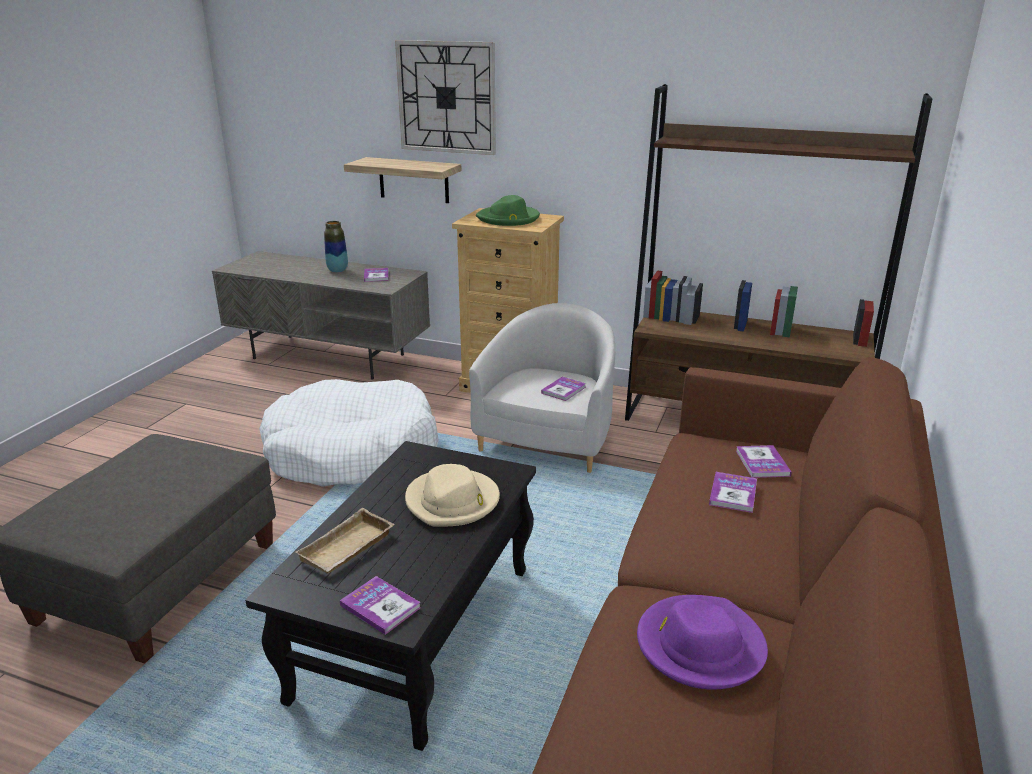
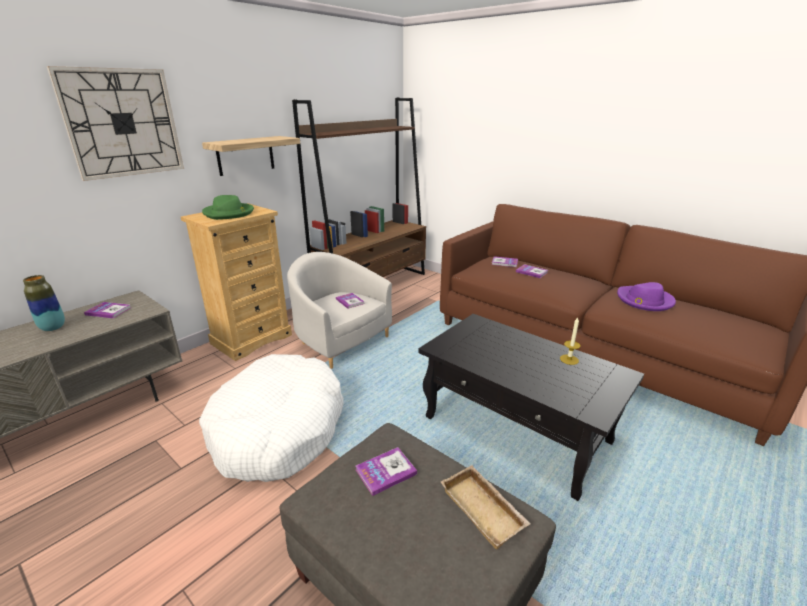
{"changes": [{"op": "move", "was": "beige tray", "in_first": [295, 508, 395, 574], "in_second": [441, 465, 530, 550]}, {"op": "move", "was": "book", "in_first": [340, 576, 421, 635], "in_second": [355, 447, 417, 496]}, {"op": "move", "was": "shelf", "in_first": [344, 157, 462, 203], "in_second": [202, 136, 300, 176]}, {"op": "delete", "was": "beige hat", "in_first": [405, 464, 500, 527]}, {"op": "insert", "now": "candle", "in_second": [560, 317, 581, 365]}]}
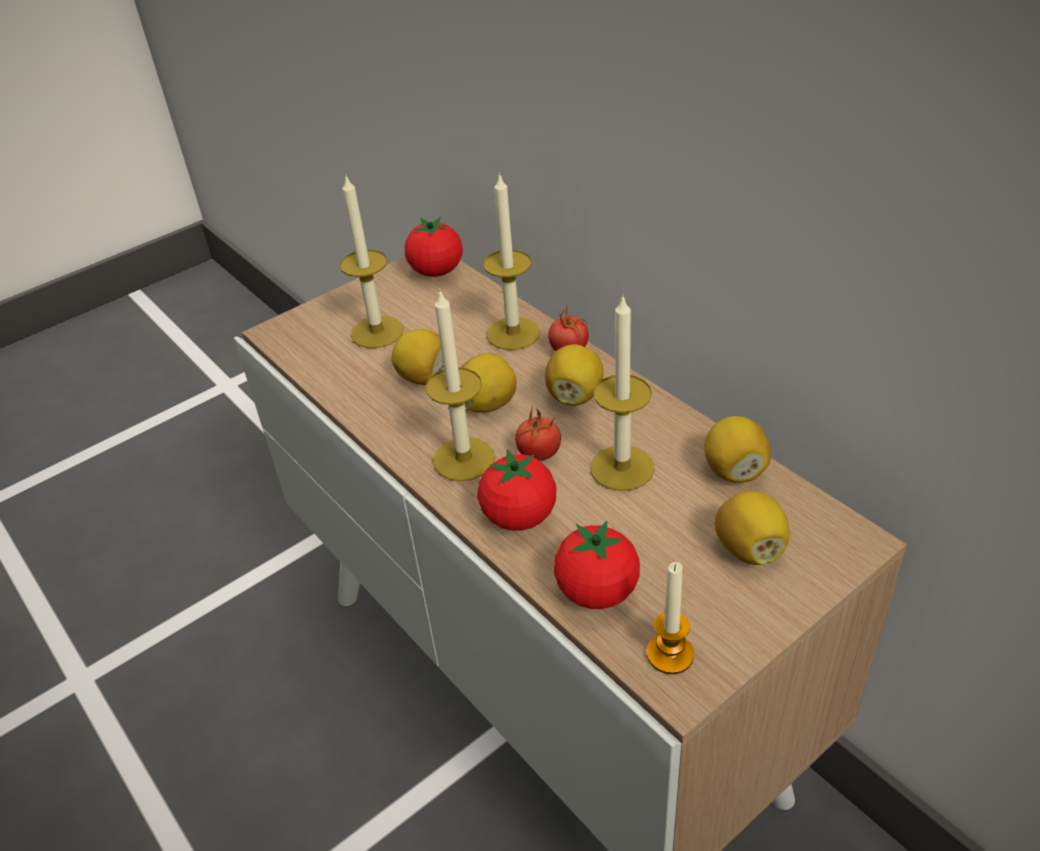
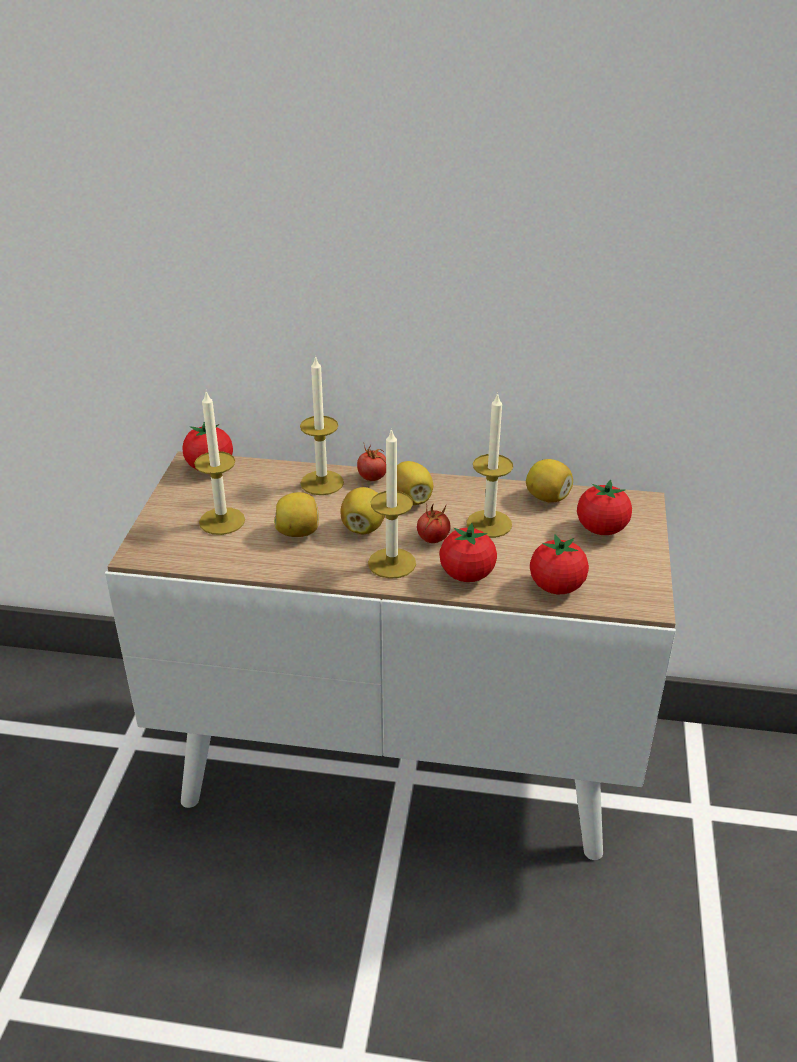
{"changes": [{"op": "delete", "was": "candle", "in_first": [647, 562, 694, 674]}, {"op": "replace", "was": "lemon", "now": "tomato", "in_first": [715, 491, 790, 565], "in_second": [577, 480, 632, 535]}]}
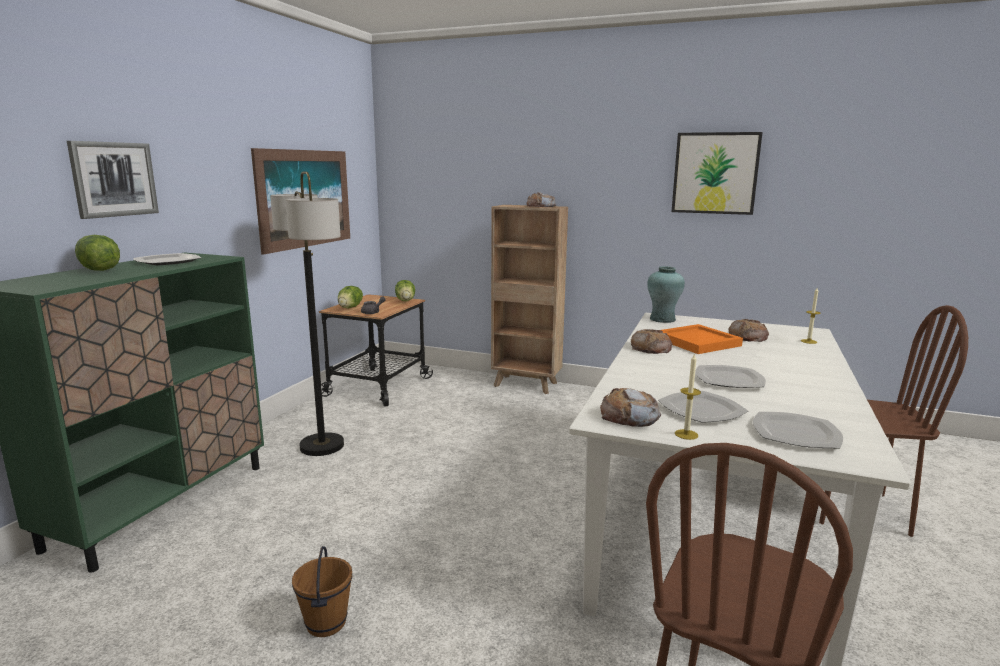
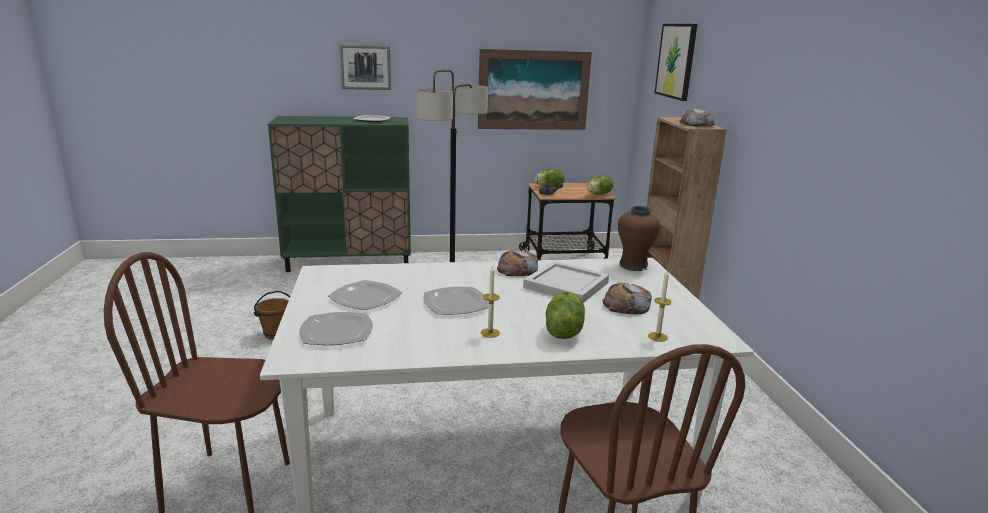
{"changes": [{"op": "move", "was": "lettuce", "in_first": [75, 235, 120, 271], "in_second": [546, 292, 585, 339]}, {"op": "delete", "was": "bread", "in_first": [600, 388, 661, 427]}, {"op": "recolor", "was": "turquoise vase", "now": "brown vase", "in_first": [647, 266, 685, 323], "in_second": [618, 206, 660, 271]}, {"op": "recolor", "was": "orange tray", "now": "white tray", "in_first": [662, 324, 743, 354], "in_second": [523, 261, 609, 303]}, {"op": "move", "was": "picture", "in_first": [671, 132, 763, 215], "in_second": [655, 24, 697, 101]}, {"op": "move", "was": "candle", "in_first": [675, 353, 701, 440], "in_second": [481, 265, 500, 338]}]}
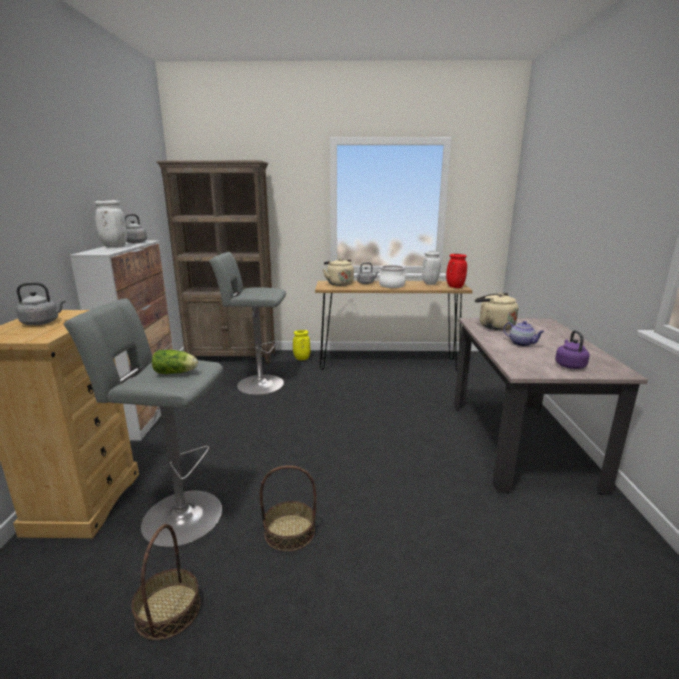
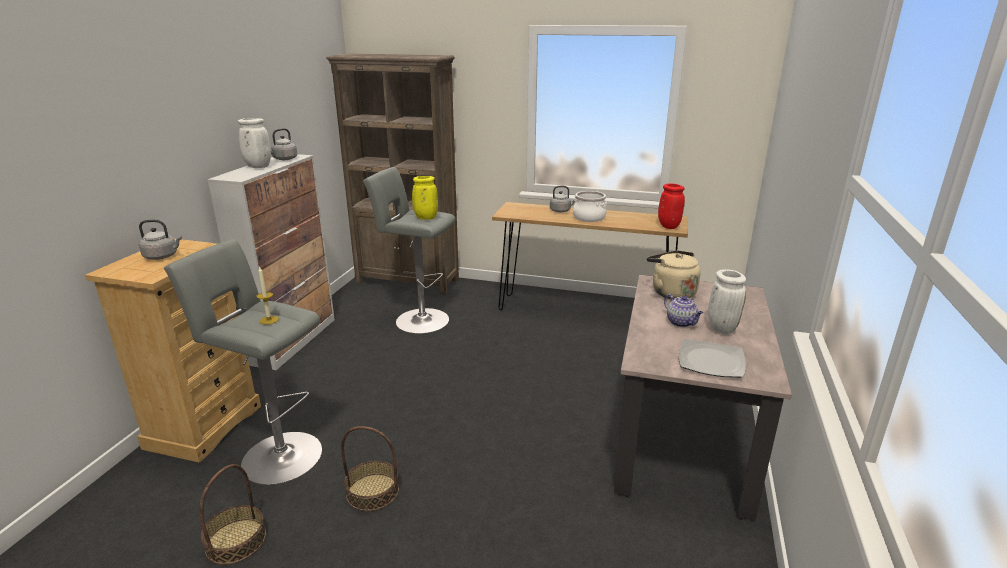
{"changes": [{"op": "replace", "was": "lettuce", "now": "candle", "in_first": [152, 350, 198, 374], "in_second": [257, 266, 279, 325]}, {"op": "move", "was": "yellow vase", "in_first": [293, 330, 311, 360], "in_second": [412, 176, 438, 220]}, {"op": "delete", "was": "beige kettle", "in_first": [323, 259, 354, 286]}, {"op": "move", "was": "white vase", "in_first": [422, 251, 441, 285], "in_second": [708, 269, 746, 334]}, {"op": "replace", "was": "purple kettle", "now": "plate", "in_first": [555, 330, 590, 369], "in_second": [679, 339, 746, 378]}]}
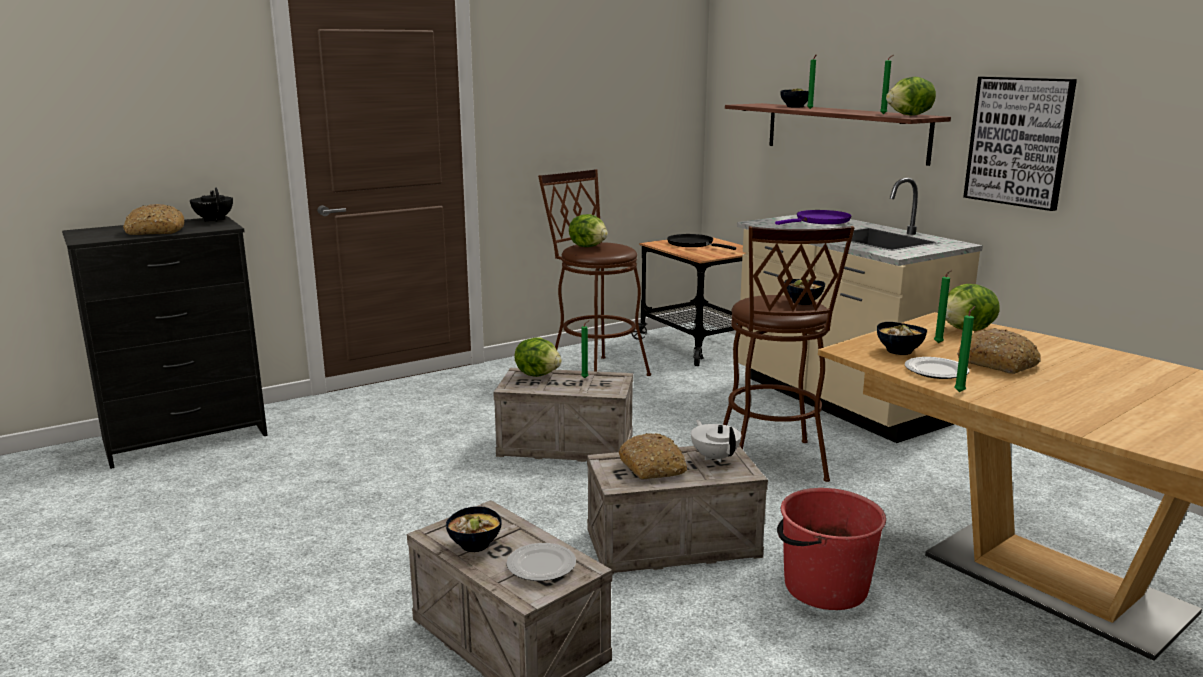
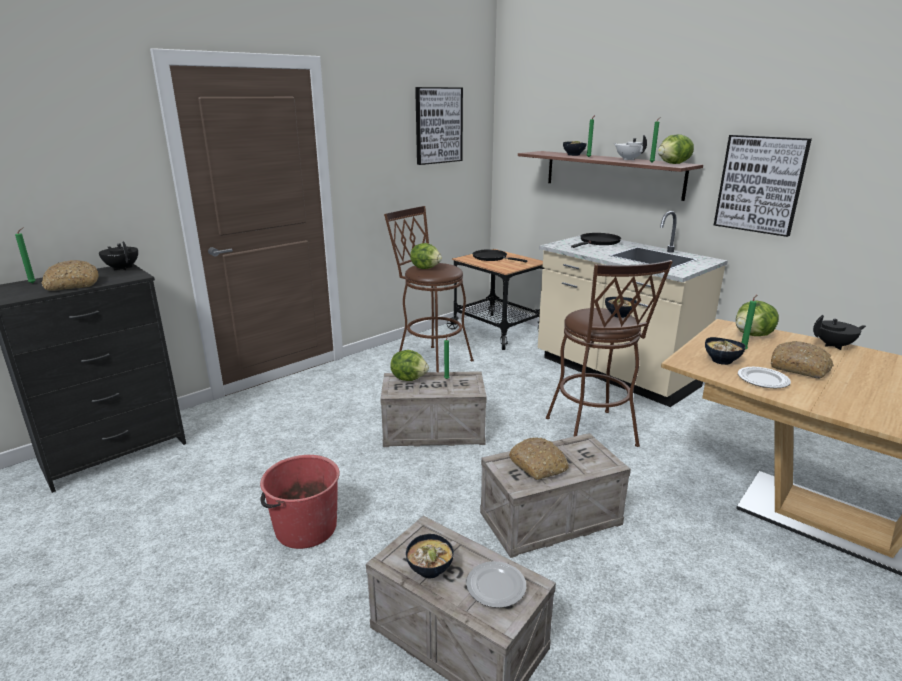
{"changes": [{"op": "move", "was": "white teapot", "in_first": [691, 420, 741, 463], "in_second": [614, 135, 647, 160]}, {"op": "recolor", "was": "purple frying pan", "now": "black frying pan", "in_first": [775, 210, 852, 225], "in_second": [571, 233, 621, 248]}, {"op": "move", "was": "red bucket", "in_first": [777, 488, 886, 610], "in_second": [260, 455, 340, 549]}, {"op": "move", "was": "green candle", "in_first": [954, 306, 975, 392], "in_second": [15, 227, 36, 284]}, {"op": "insert", "now": "picture", "in_second": [415, 87, 463, 165]}, {"op": "insert", "now": "black teapot", "in_second": [813, 315, 866, 350]}]}
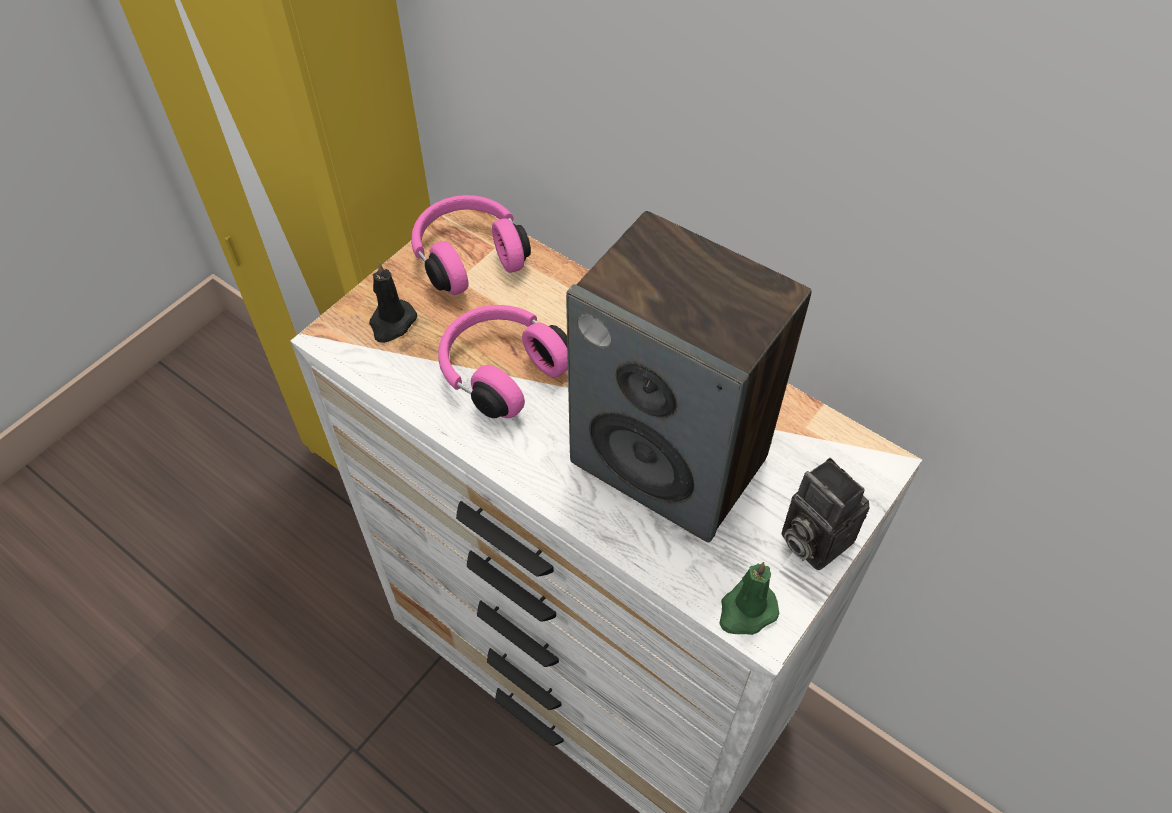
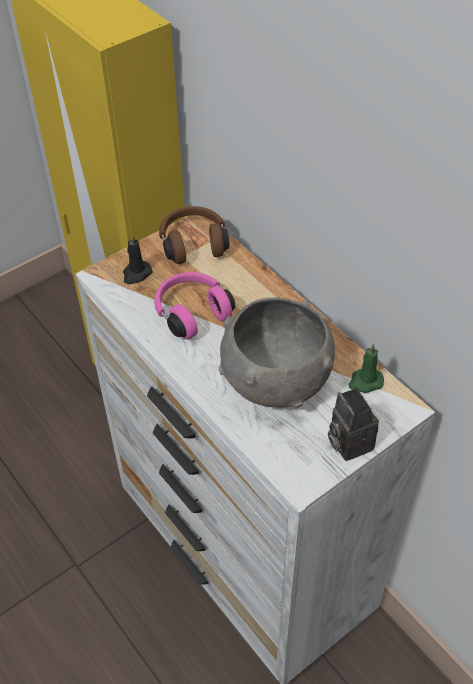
{"changes": [{"op": "recolor", "was": "pink headphones", "now": "brown headphones", "in_first": [411, 195, 531, 295], "in_second": [159, 206, 229, 264]}, {"op": "replace", "was": "speaker", "now": "grey bowl", "in_first": [566, 211, 812, 543], "in_second": [218, 298, 335, 408]}, {"op": "move", "was": "green candle", "in_first": [719, 562, 779, 635], "in_second": [348, 343, 384, 393]}]}
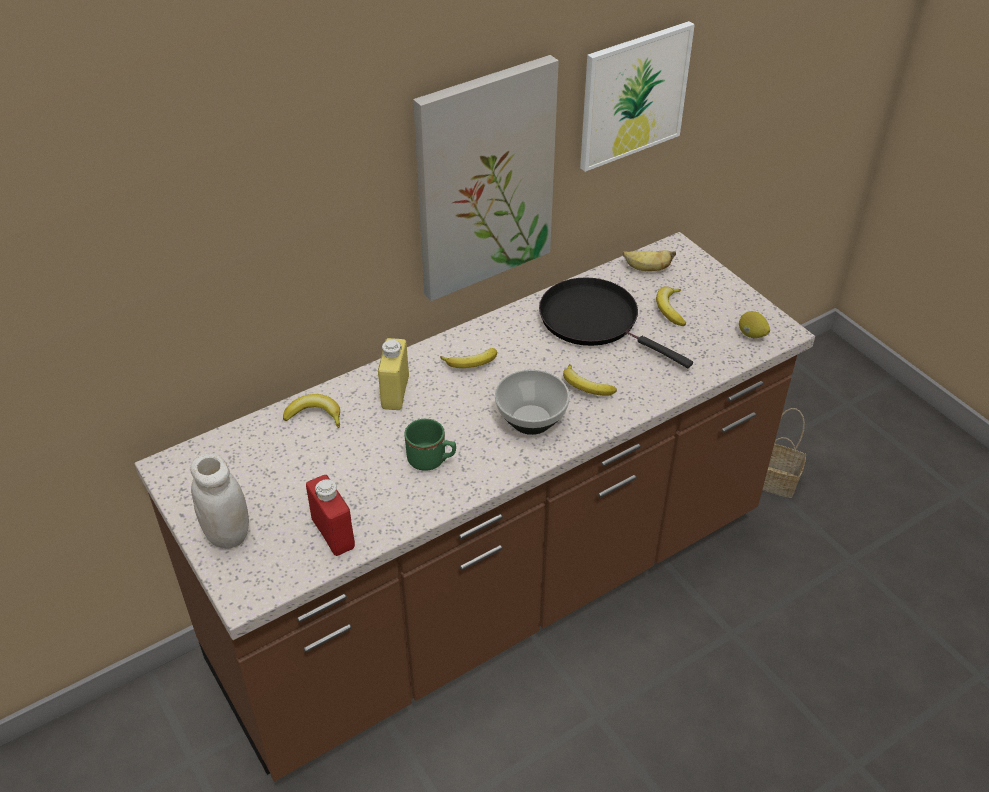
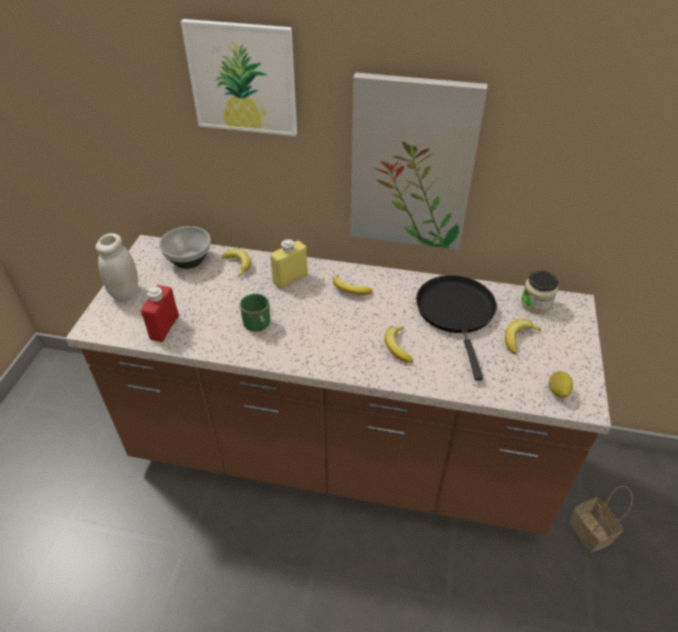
{"changes": [{"op": "move", "was": "bowl", "in_first": [495, 370, 570, 435], "in_second": [159, 226, 211, 269]}, {"op": "move", "was": "picture", "in_first": [580, 21, 695, 172], "in_second": [181, 19, 297, 136]}, {"op": "replace", "was": "banana", "now": "jar", "in_first": [623, 250, 676, 271], "in_second": [521, 271, 558, 314]}]}
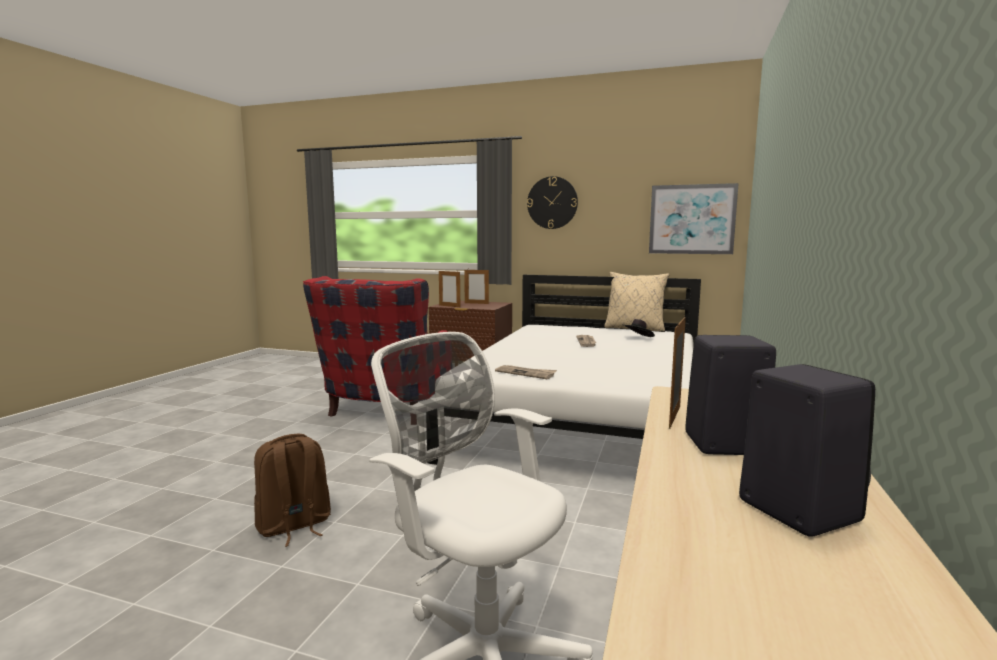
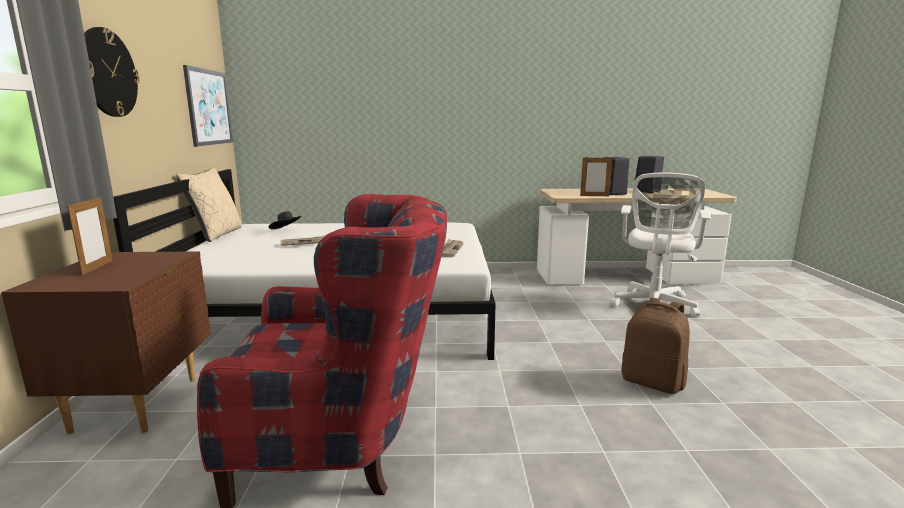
{"changes": [{"op": "delete", "was": "picture frame", "in_first": [439, 270, 460, 307]}]}
